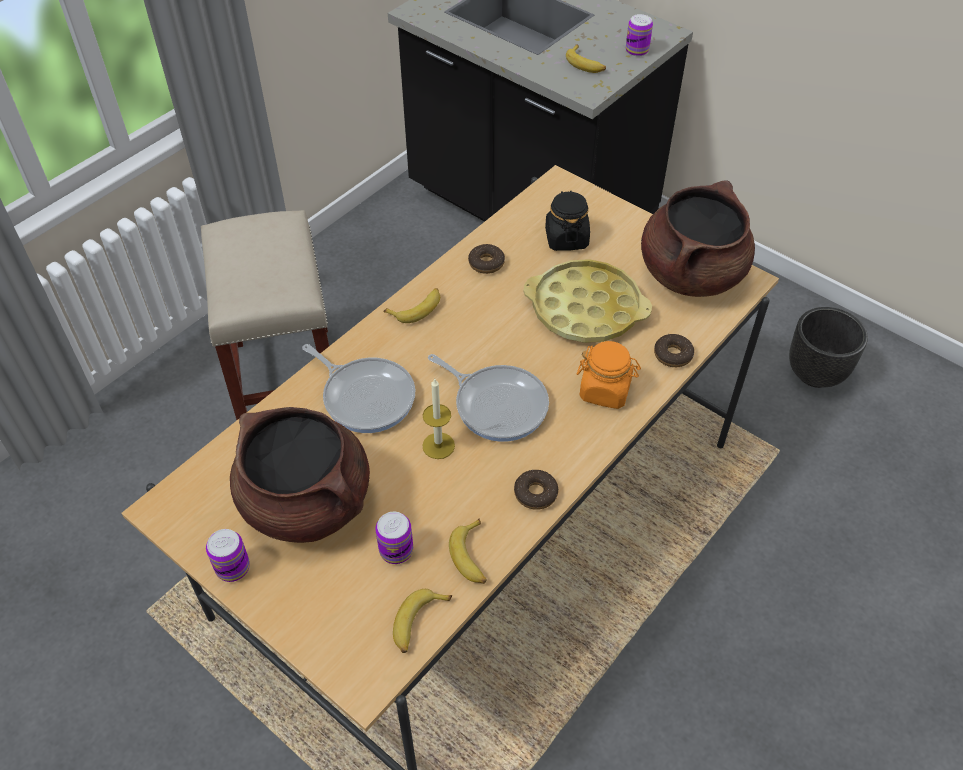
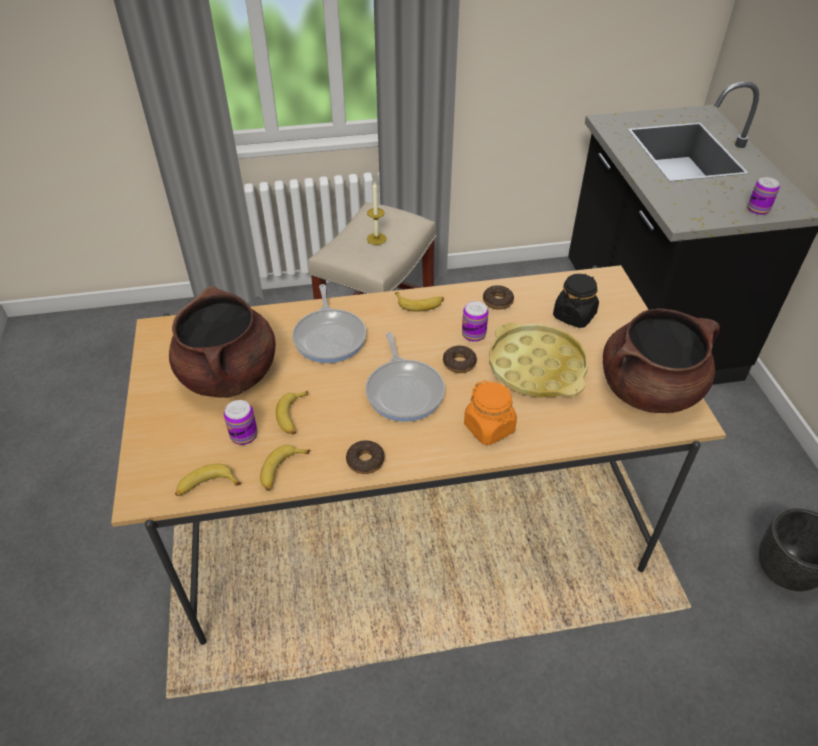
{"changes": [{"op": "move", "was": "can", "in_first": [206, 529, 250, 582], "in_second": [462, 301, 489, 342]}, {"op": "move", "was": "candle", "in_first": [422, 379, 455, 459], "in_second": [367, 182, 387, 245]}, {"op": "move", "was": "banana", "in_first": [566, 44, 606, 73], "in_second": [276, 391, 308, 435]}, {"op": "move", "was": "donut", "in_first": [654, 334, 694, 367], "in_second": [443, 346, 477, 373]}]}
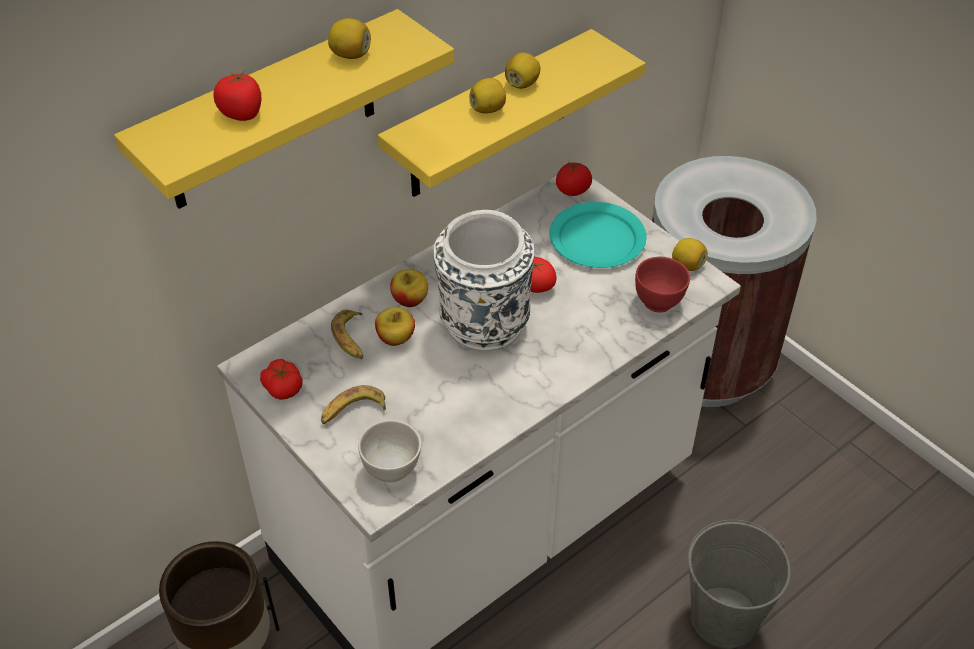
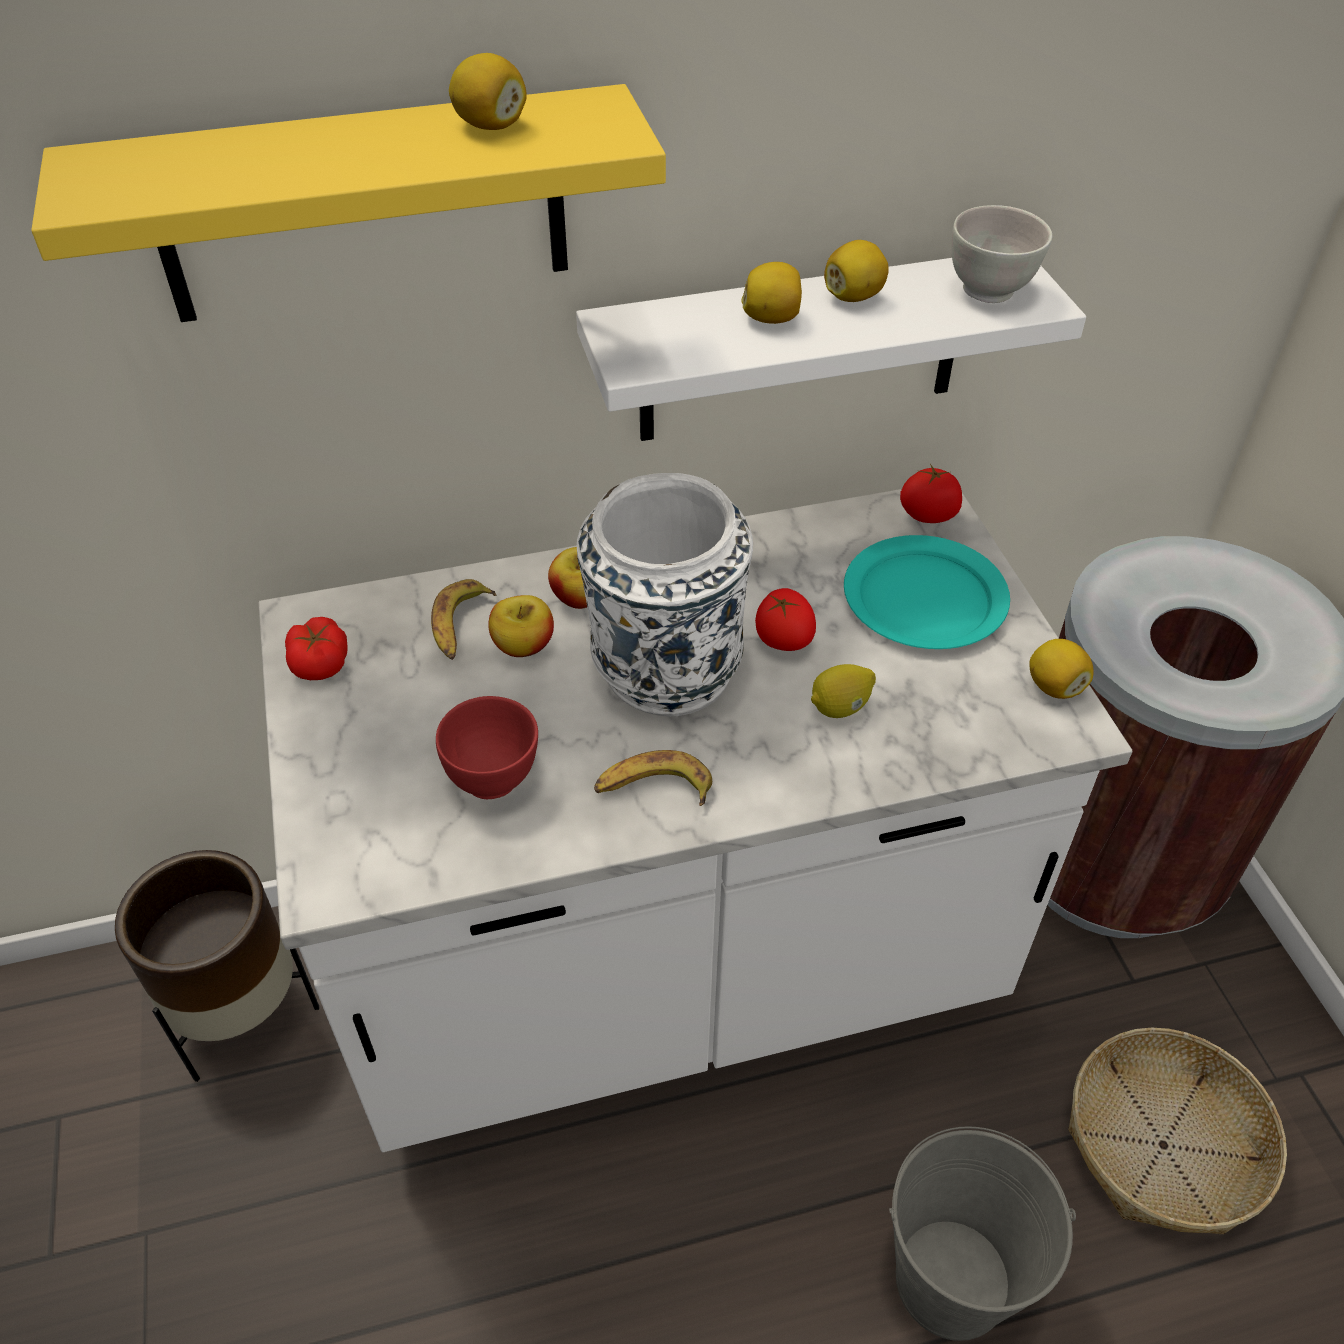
{"changes": [{"op": "delete", "was": "tomato", "in_first": [214, 71, 261, 121]}, {"op": "move", "was": "banana", "in_first": [321, 385, 386, 424], "in_second": [594, 750, 712, 806]}, {"op": "move", "was": "white bowl", "in_first": [358, 420, 421, 483], "in_second": [952, 205, 1052, 303]}, {"op": "recolor", "was": "yellow shelf", "now": "white shelf", "in_first": [378, 29, 645, 197], "in_second": [576, 258, 1086, 441]}, {"op": "move", "was": "red bowl", "in_first": [635, 257, 690, 313], "in_second": [436, 696, 538, 799]}, {"op": "insert", "now": "lemon", "in_second": [811, 664, 876, 718]}, {"op": "insert", "now": "basket", "in_second": [1068, 1028, 1287, 1234]}]}
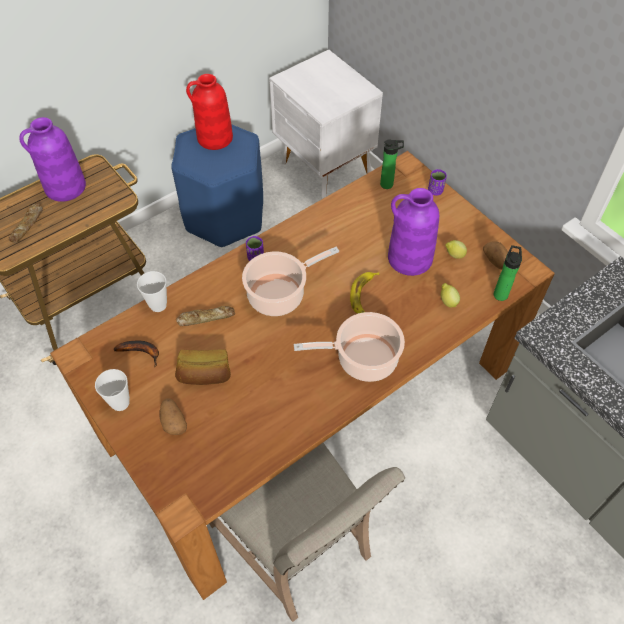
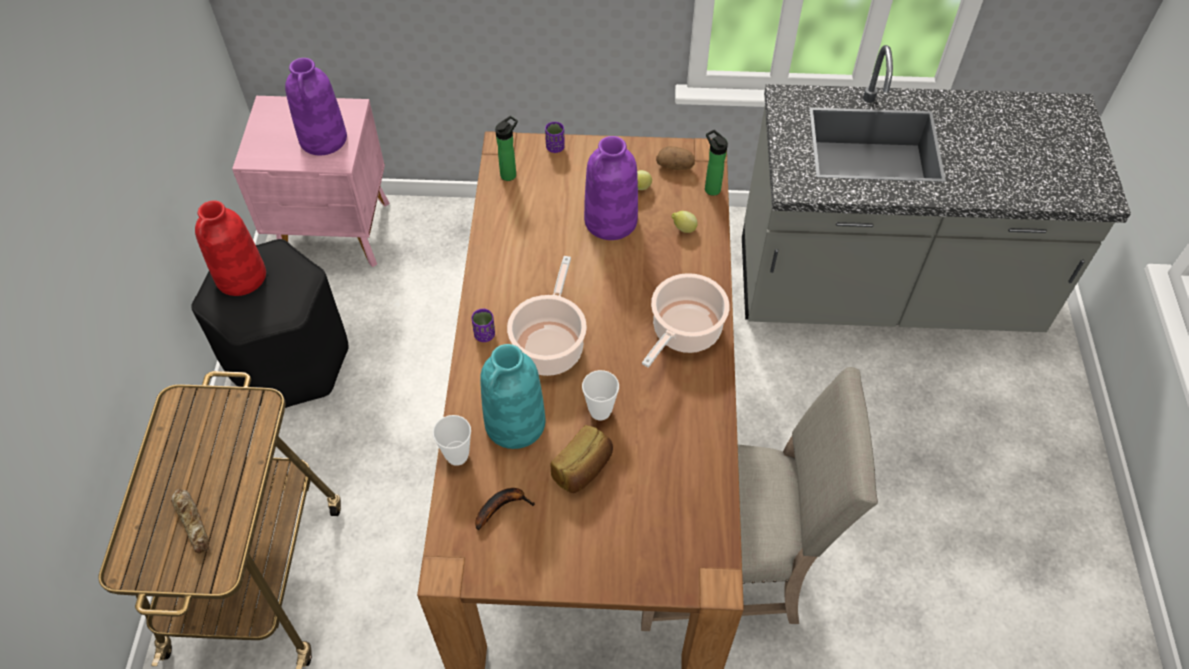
{"changes": [{"op": "move", "was": "purple vase", "in_first": [19, 117, 86, 202], "in_second": [285, 58, 347, 155]}, {"op": "move", "was": "cup", "in_first": [95, 369, 130, 411], "in_second": [582, 370, 619, 420]}, {"op": "delete", "was": "potato", "in_first": [159, 398, 187, 435]}, {"op": "recolor", "was": "blue stool", "now": "black stool", "in_first": [172, 124, 263, 248], "in_second": [191, 239, 349, 408]}, {"op": "replace", "was": "bread", "now": "turquoise vase", "in_first": [176, 306, 235, 326], "in_second": [480, 344, 545, 449]}, {"op": "recolor", "was": "white nightstand", "now": "pink nightstand", "in_first": [269, 50, 383, 199], "in_second": [232, 96, 390, 267]}, {"op": "delete", "was": "banana", "in_first": [350, 272, 379, 314]}]}
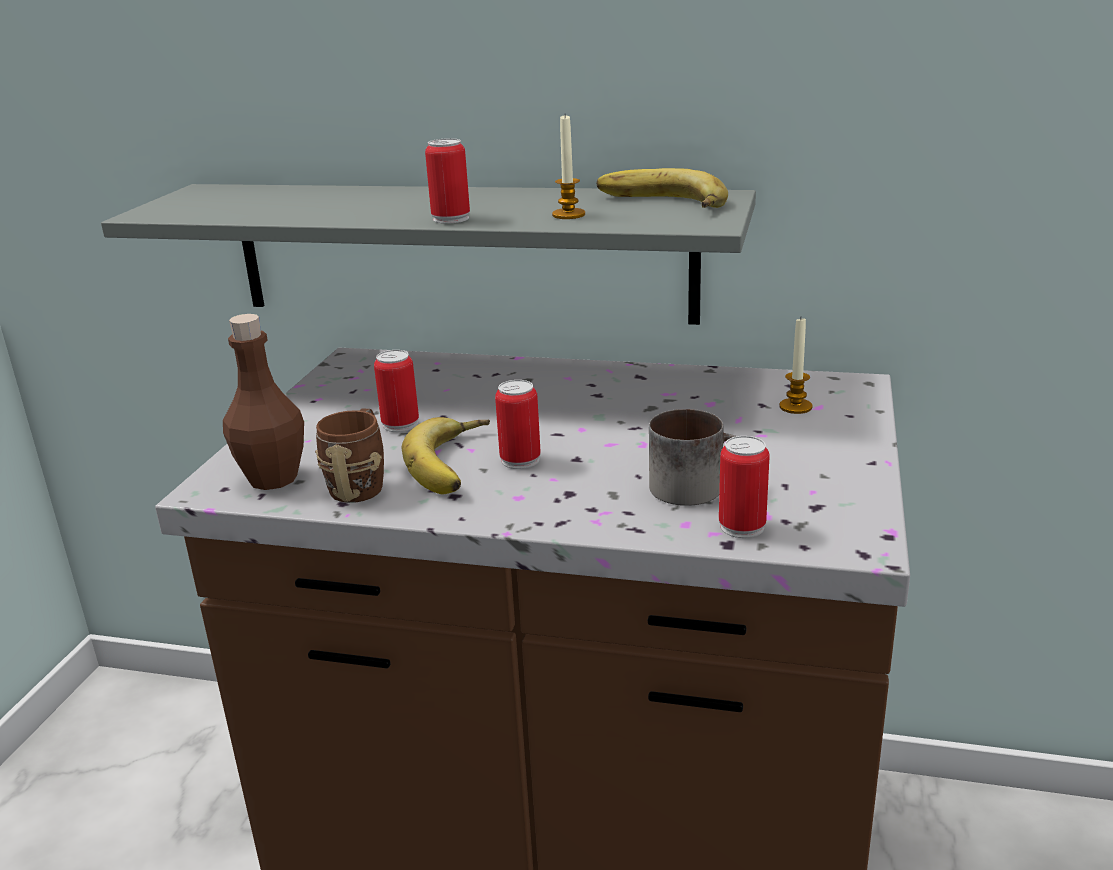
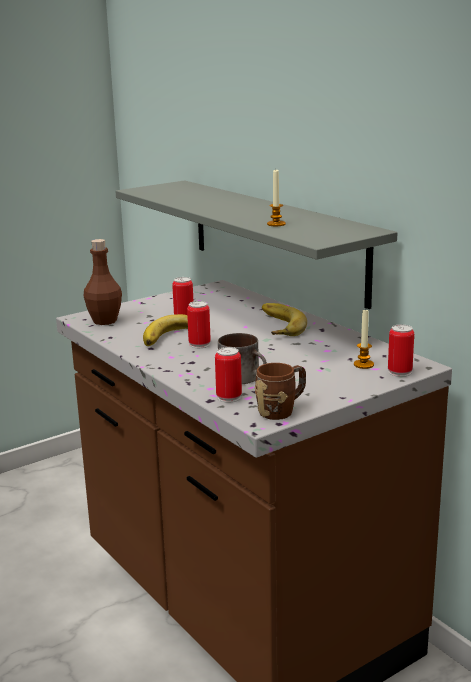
{"changes": [{"op": "move", "was": "brown mug", "in_first": [315, 409, 384, 503], "in_second": [255, 363, 306, 420]}, {"op": "move", "was": "can", "in_first": [425, 138, 470, 224], "in_second": [388, 324, 414, 377]}, {"op": "move", "was": "banana", "in_first": [597, 168, 728, 208], "in_second": [262, 303, 307, 336]}]}
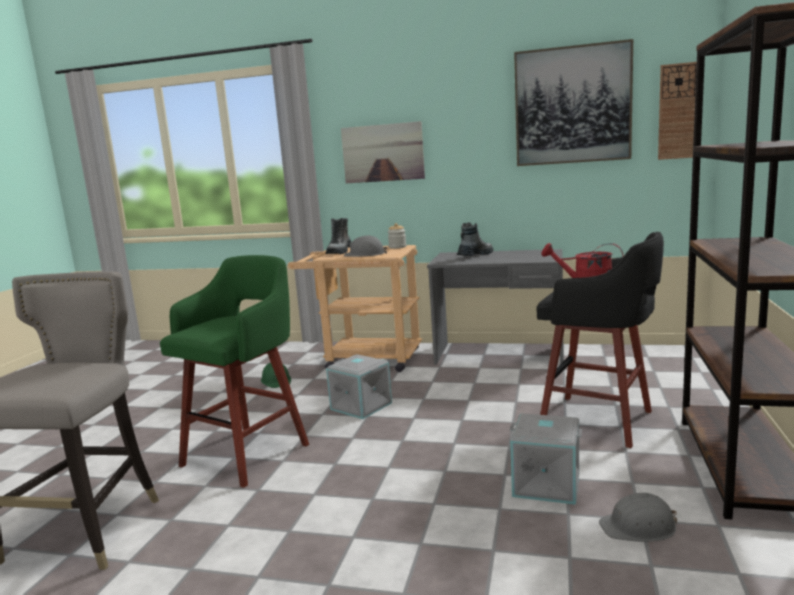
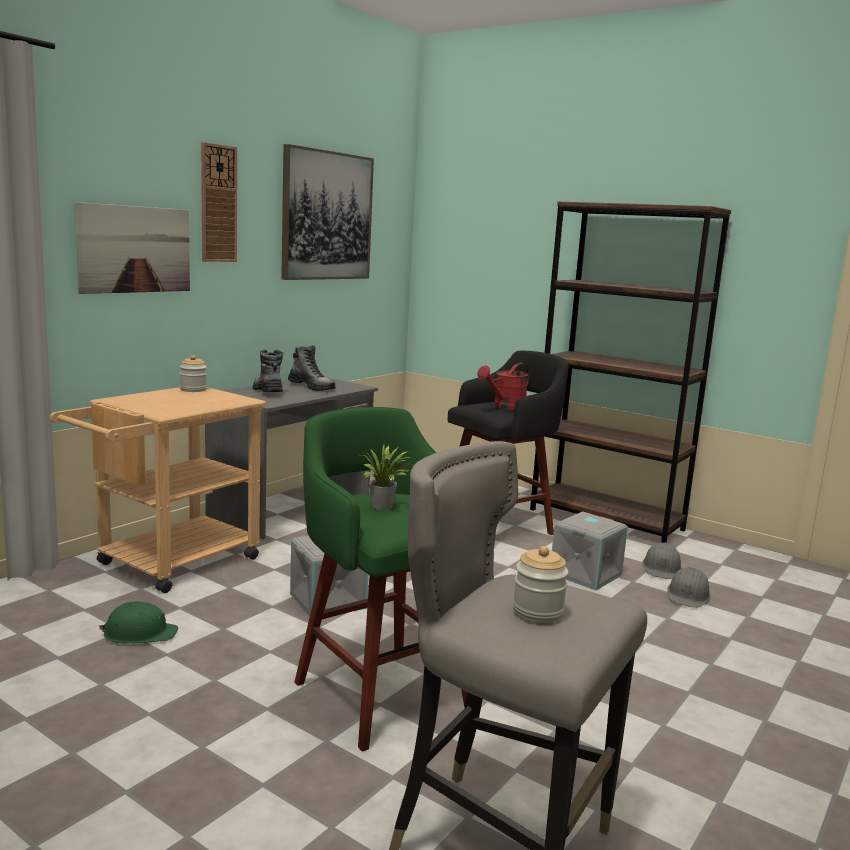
{"changes": [{"op": "move", "was": "boot", "in_first": [326, 218, 351, 254], "in_second": [288, 345, 336, 391]}, {"op": "move", "was": "grey hard hat", "in_first": [344, 235, 388, 257], "in_second": [667, 567, 711, 608]}, {"op": "move", "was": "wall clock", "in_first": [658, 62, 697, 160], "in_second": [201, 142, 237, 262]}, {"op": "insert", "now": "potted plant", "in_second": [363, 445, 414, 510]}, {"op": "insert", "now": "jar", "in_second": [513, 546, 568, 623]}]}
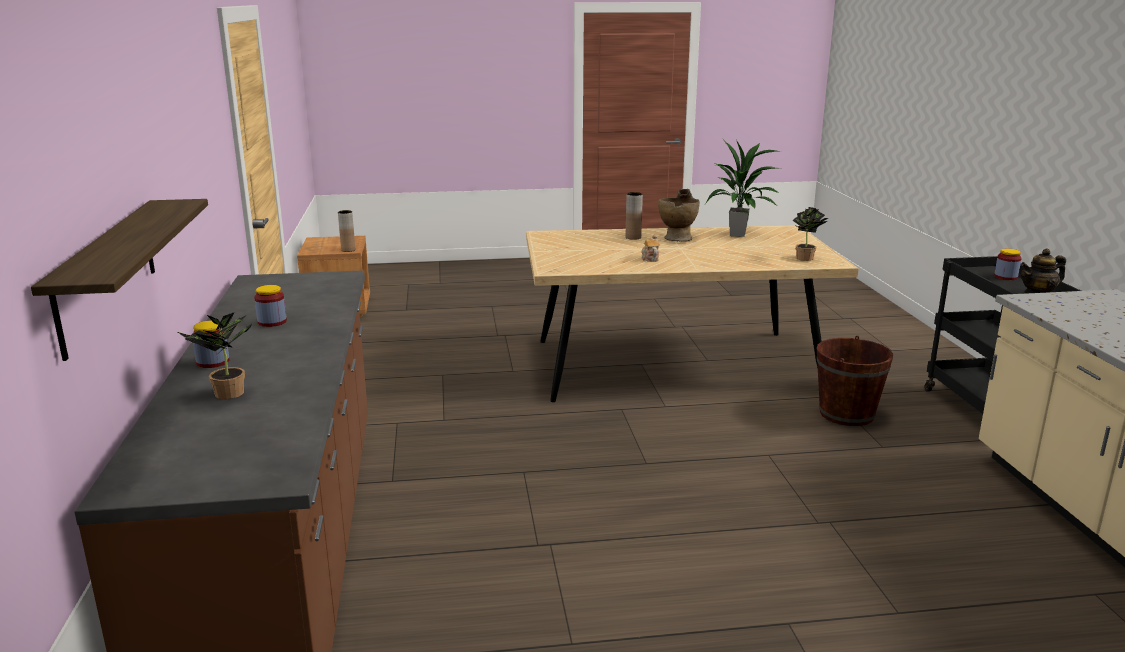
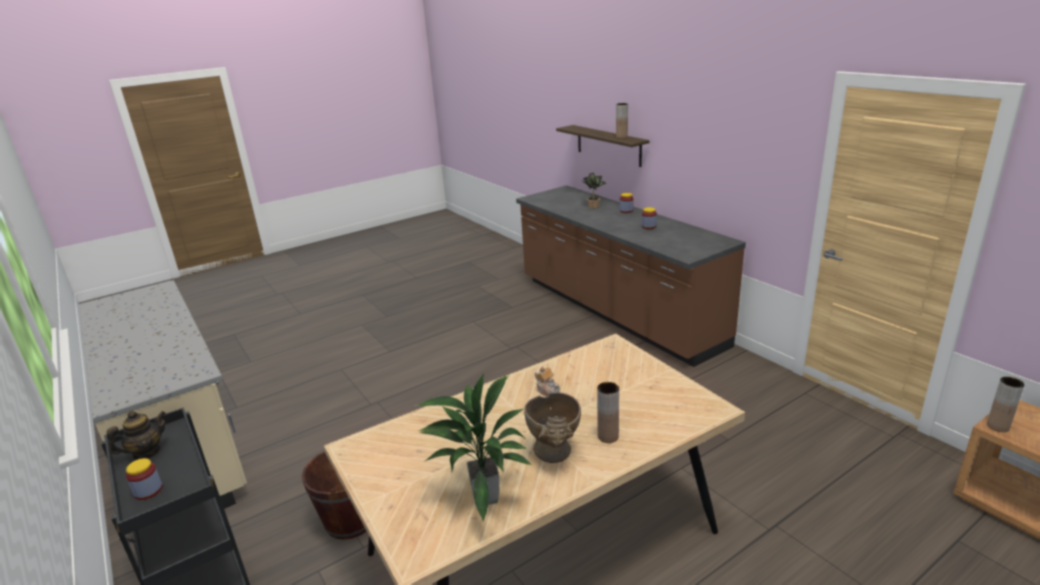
{"changes": [{"op": "delete", "was": "potted plant", "in_first": [792, 207, 828, 261]}, {"op": "insert", "now": "brown vase", "in_second": [616, 103, 628, 139]}]}
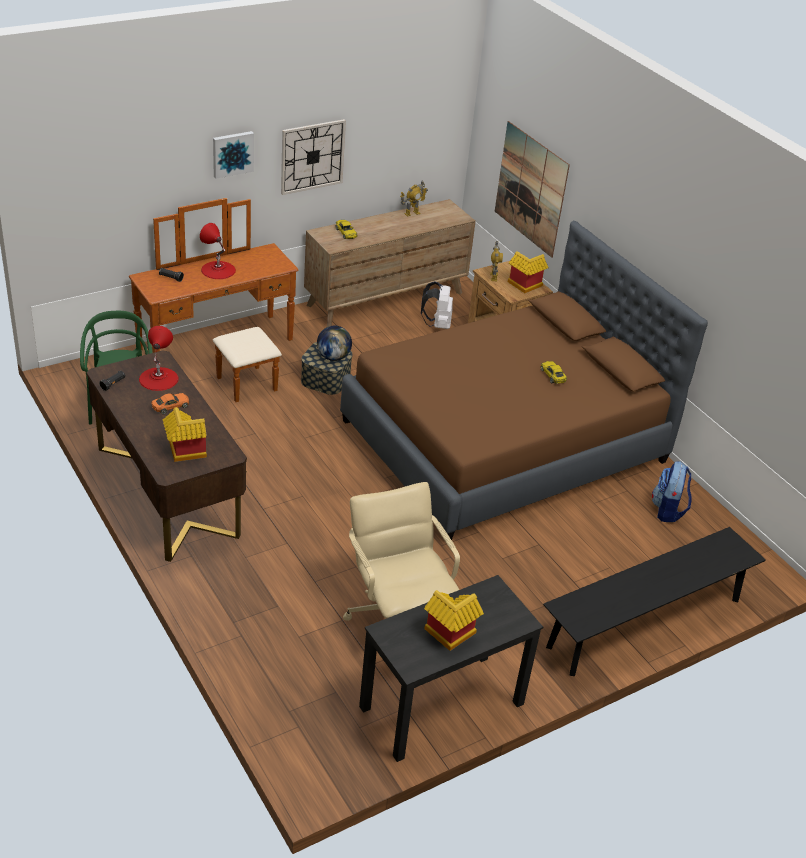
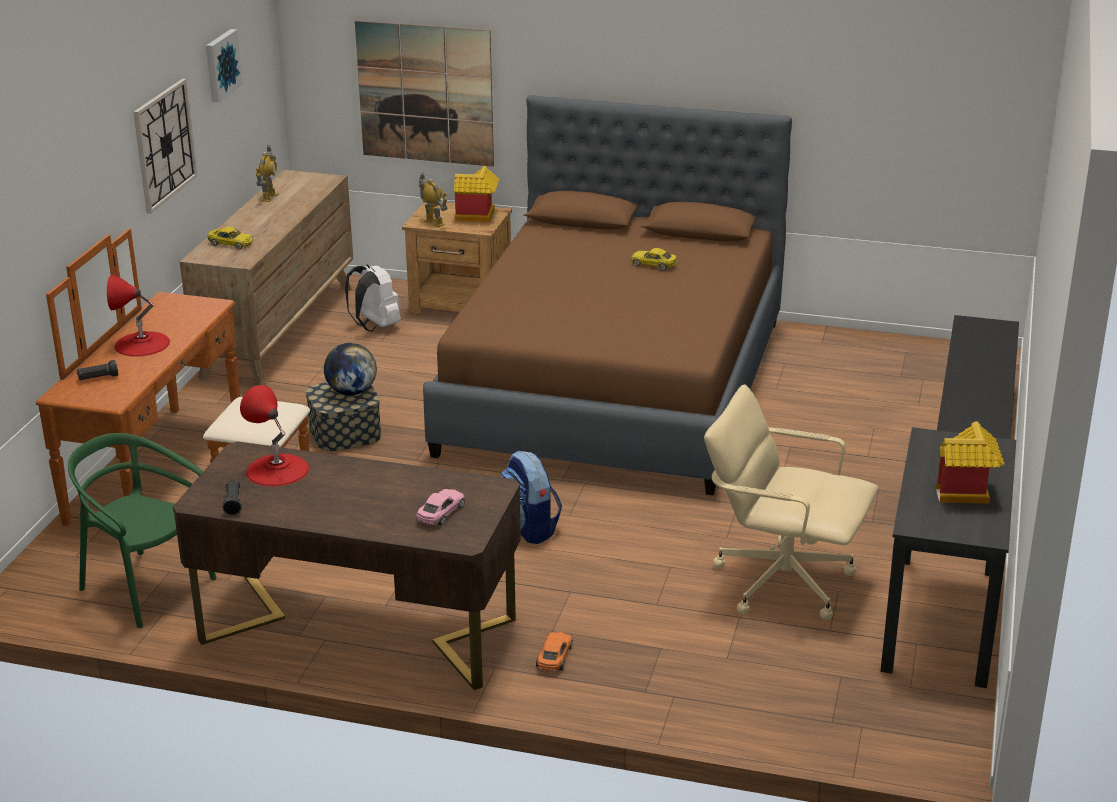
{"changes": [{"op": "move", "was": "orange toy car", "in_first": [151, 393, 189, 414], "in_second": [536, 632, 573, 671]}, {"op": "replace", "was": "toy house", "now": "pink toy car", "in_first": [163, 407, 207, 462], "in_second": [416, 489, 465, 526]}, {"op": "move", "was": "picture", "in_first": [213, 131, 254, 179], "in_second": [206, 29, 243, 102]}, {"op": "move", "was": "backpack", "in_first": [652, 462, 692, 522], "in_second": [501, 451, 562, 544]}]}
